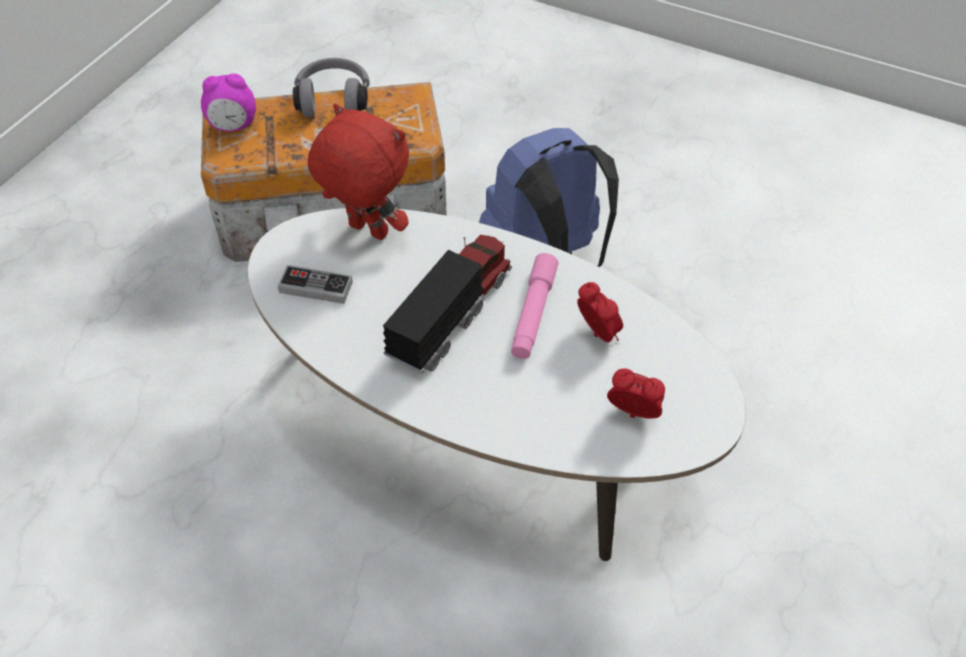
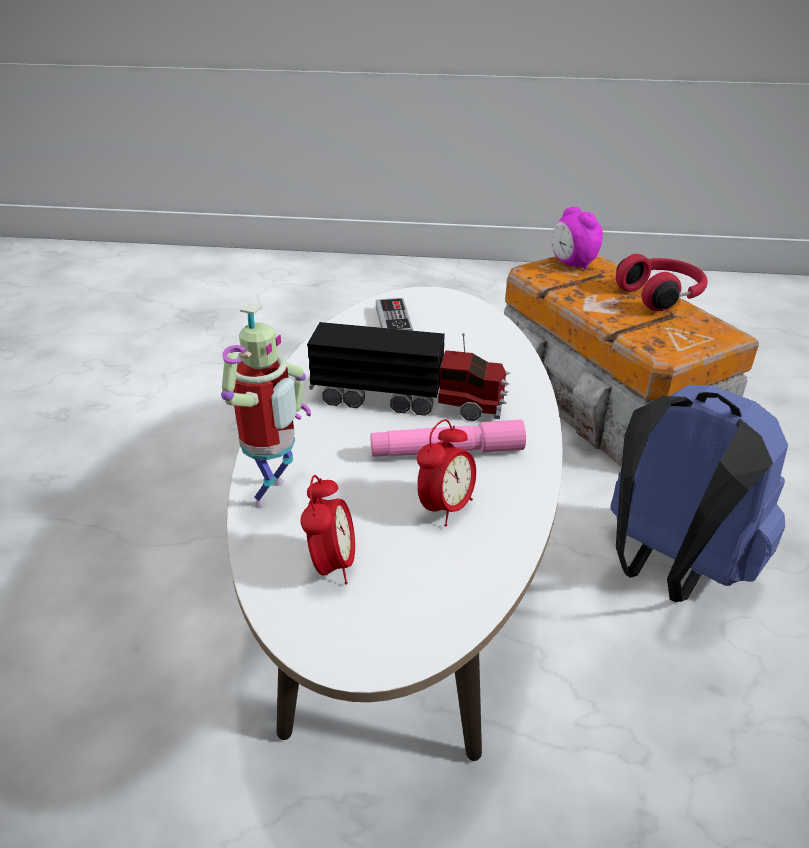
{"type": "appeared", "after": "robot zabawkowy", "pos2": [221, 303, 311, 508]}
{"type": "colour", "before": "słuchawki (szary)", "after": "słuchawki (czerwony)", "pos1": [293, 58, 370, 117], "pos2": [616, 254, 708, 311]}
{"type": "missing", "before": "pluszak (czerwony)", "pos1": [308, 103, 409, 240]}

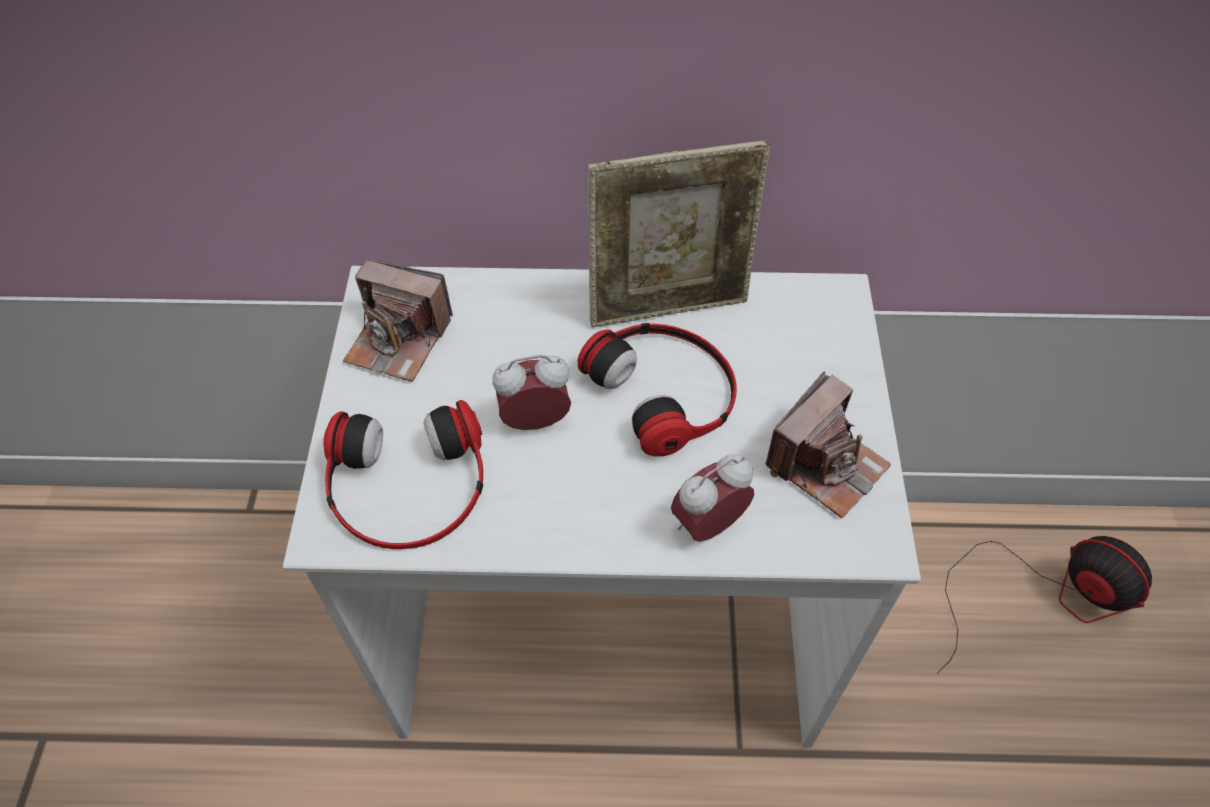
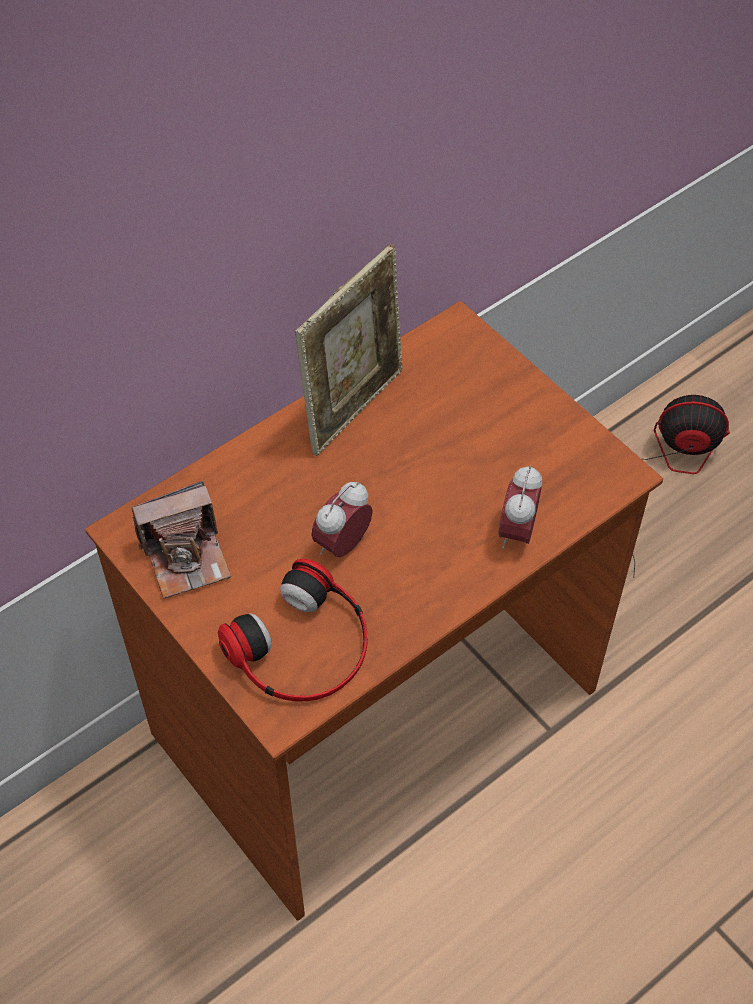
{"type": "colour", "before": "biurko (biały)", "after": "biurko (brązowy)", "pos1": [283, 266, 921, 748], "pos2": [85, 301, 663, 921]}
{"type": "missing", "before": "słuchawki", "pos1": [578, 323, 737, 457]}
{"type": "missing", "before": "aparat fotograficzny", "pos1": [765, 371, 891, 518]}

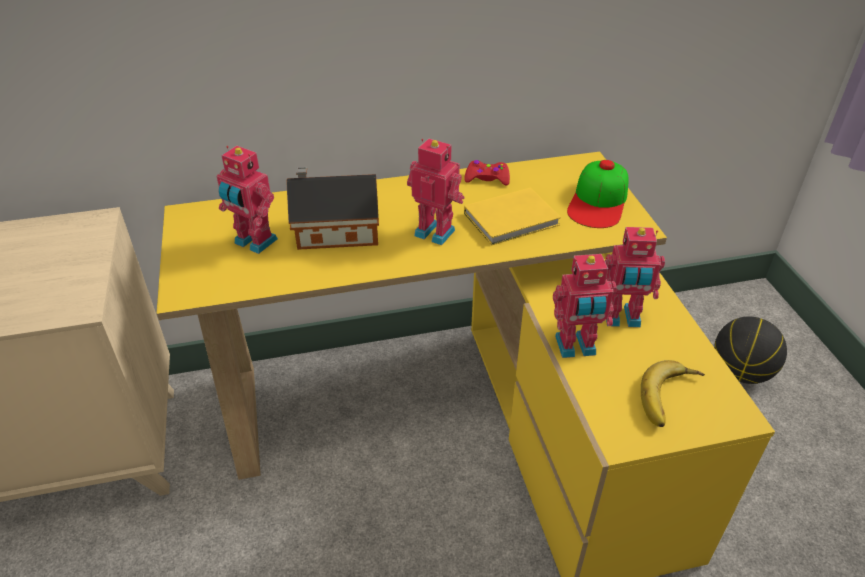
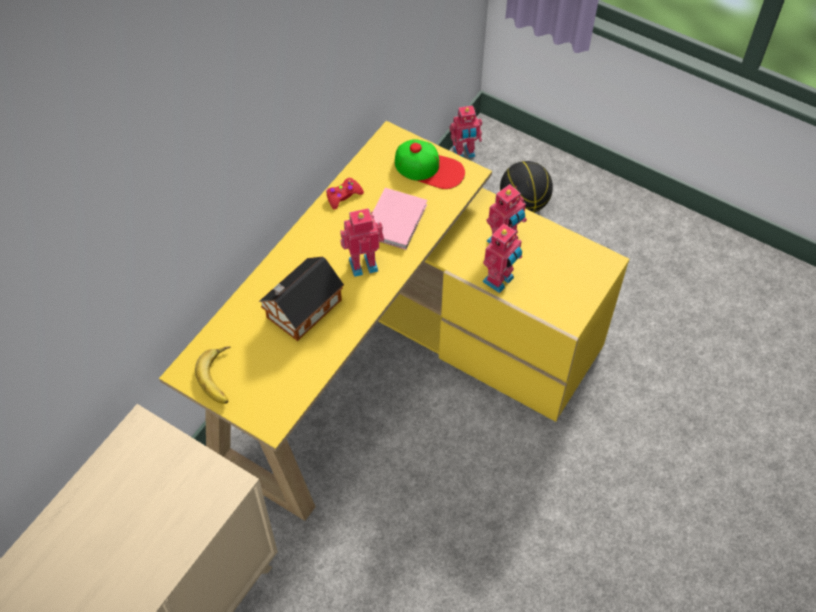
{"type": "relocated", "before": "banan", "pos1": [641, 360, 705, 427], "pos2": [195, 346, 230, 404]}
{"type": "colour", "before": "książka (żółty)", "after": "książka (różowy)", "pos1": [464, 187, 561, 246], "pos2": [371, 188, 427, 250]}
{"type": "spun", "before": "czapka z daszkiem", "pos1": [567, 160, 629, 228], "pos2": [395, 139, 465, 189], "turn": -45}
{"type": "relocated", "before": "robot zabawkowy", "pos1": [217, 146, 278, 254], "pos2": [450, 105, 482, 158]}

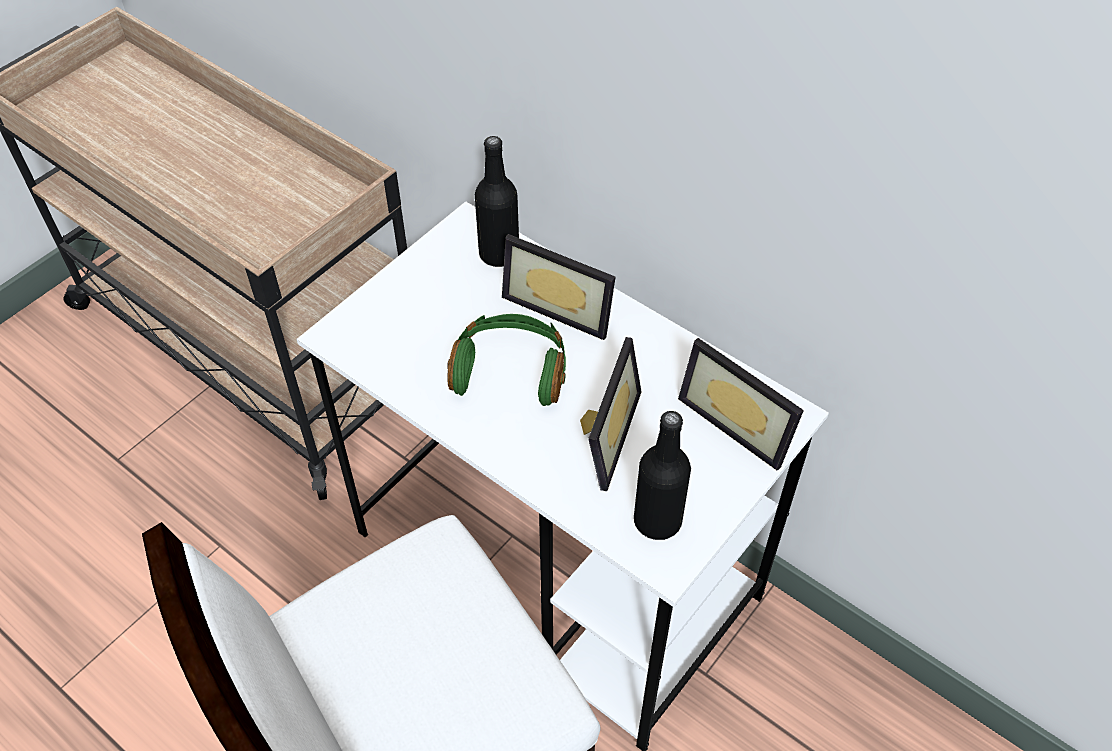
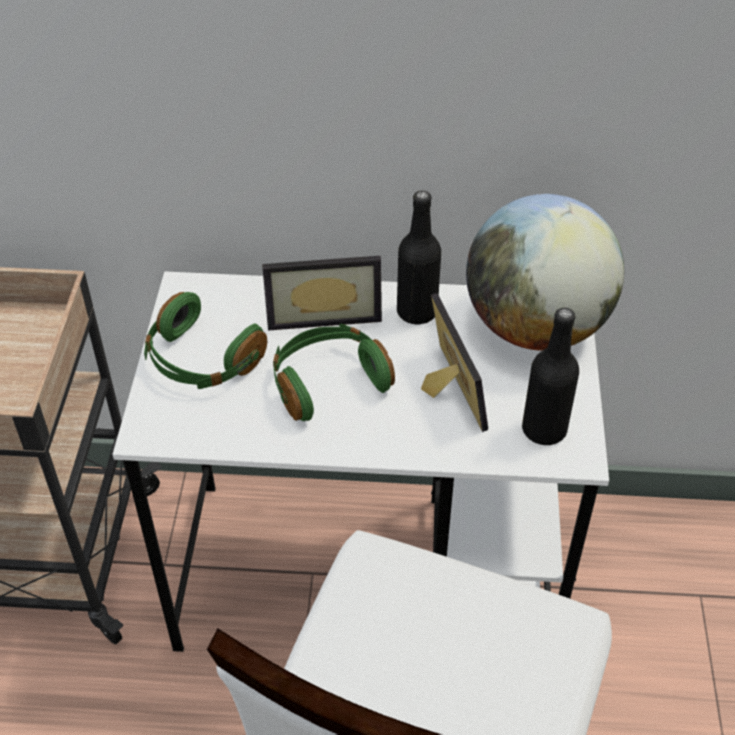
{"type": "appeared", "after": "słuchawki (zielony)", "pos2": [144, 292, 267, 389]}
{"type": "relocated", "before": "butelka (czarny)", "pos1": [475, 136, 519, 267], "pos2": [397, 190, 441, 325]}
{"type": "exchanged", "before": "ramka na zdjęcie", "after": "globus", "pos1": [678, 338, 804, 470], "pos2": [466, 194, 624, 351]}

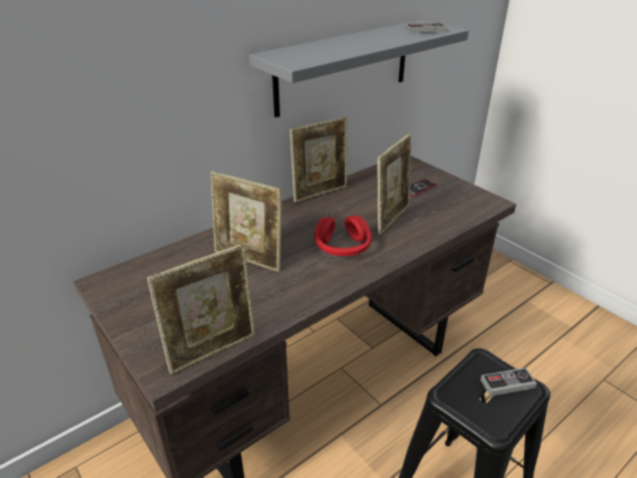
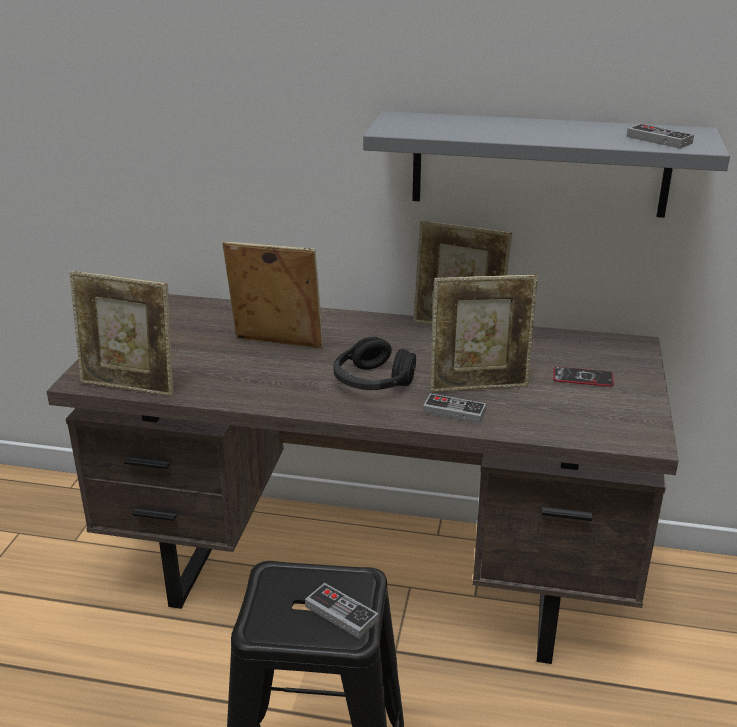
{"type": "spun", "before": "ramka na zdjęcie", "pos1": [211, 171, 282, 272], "pos2": [223, 242, 323, 349], "turn": 120}
{"type": "colour", "before": "słuchawki (czerwony)", "after": "słuchawki (czarny)", "pos1": [314, 216, 372, 256], "pos2": [333, 337, 416, 390]}
{"type": "appeared", "after": "pad do gier", "pos2": [423, 393, 486, 424]}

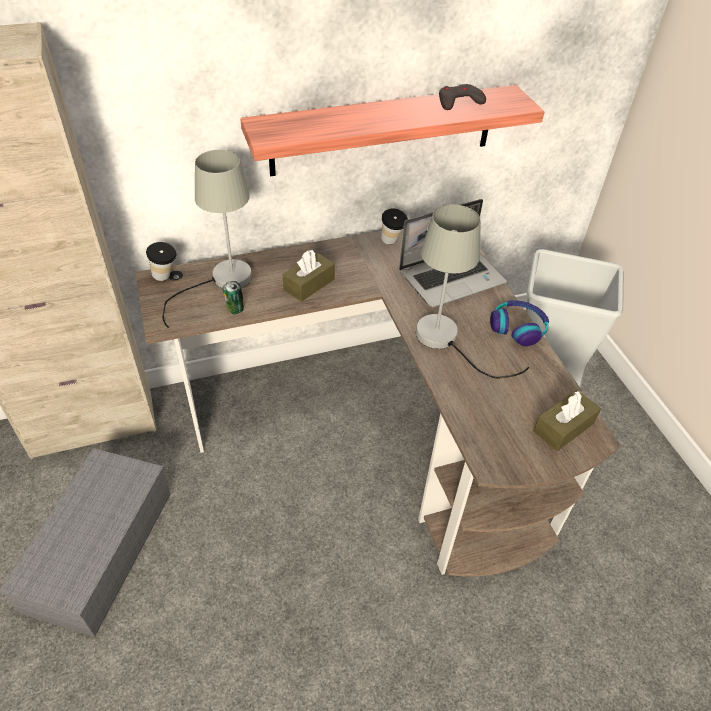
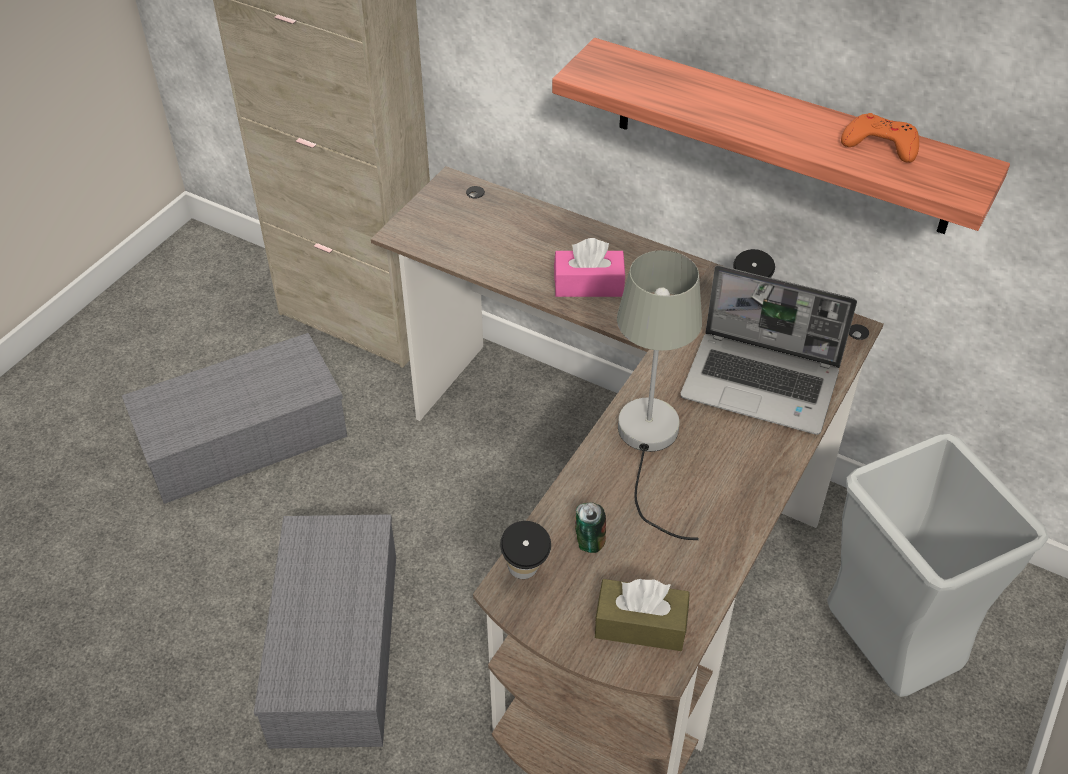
{"type": "appeared", "after": "pojemnik do przechowywania (szary)", "pos2": [254, 514, 396, 749]}
{"type": "relocated", "before": "filiżanka", "pos1": [146, 242, 177, 281], "pos2": [500, 521, 551, 579]}
{"type": "colour", "before": "pudełko chusteczek (brązowy)", "after": "pudełko chusteczek (różowy)", "pos1": [283, 250, 335, 302], "pos2": [554, 238, 625, 297]}
{"type": "relocated", "before": "puszka", "pos1": [222, 281, 244, 314], "pos2": [575, 502, 606, 553]}
{"type": "colour", "before": "pad do gier (szary)", "after": "pad do gier (pomarańczowy)", "pos1": [439, 84, 486, 110], "pos2": [841, 113, 919, 163]}
{"type": "missing", "before": "lampa stołowa (szary)", "pos1": [162, 150, 252, 328]}
{"type": "missing", "before": "słuchawki", "pos1": [490, 300, 549, 346]}

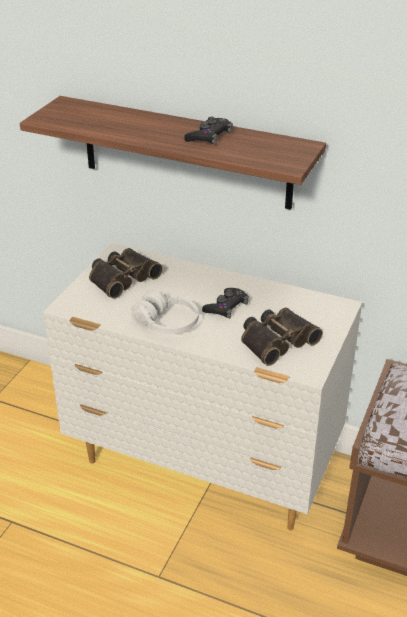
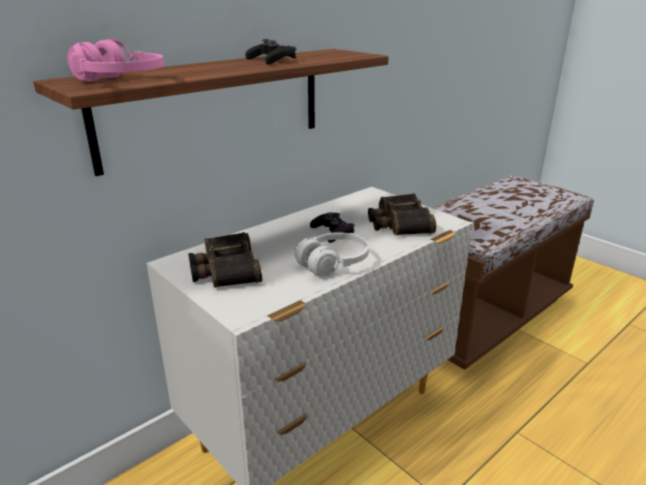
{"type": "appeared", "after": "słuchawki (różowy)", "pos2": [67, 39, 164, 82]}

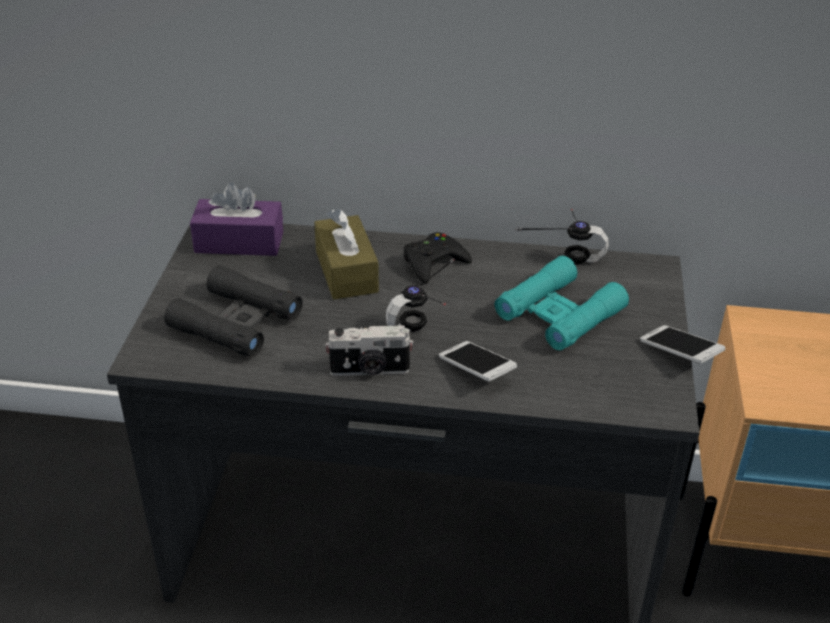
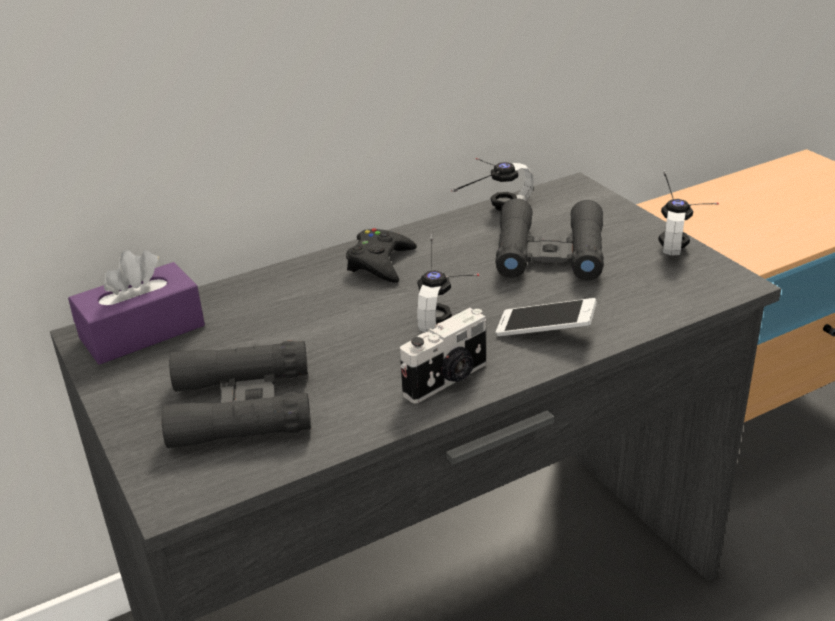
{"type": "colour", "before": "lornetka (turkusowy)", "after": "lornetka (czarny)", "pos1": [495, 256, 629, 350], "pos2": [495, 198, 604, 281]}
{"type": "exchanged", "before": "telefon", "after": "słuchawki", "pos1": [640, 325, 725, 364], "pos2": [658, 170, 719, 256]}
{"type": "missing", "before": "pudełko chusteczek (brązowy)", "pos1": [314, 209, 379, 299]}

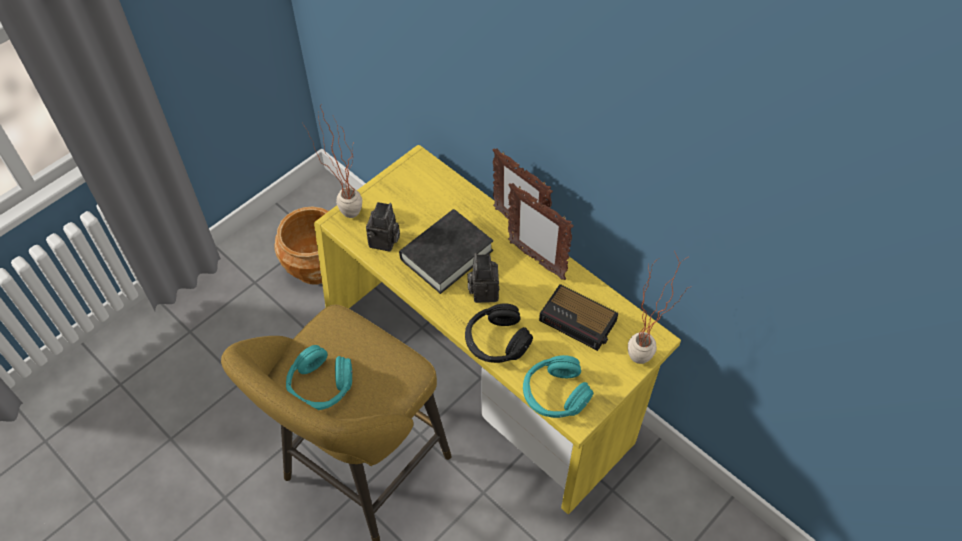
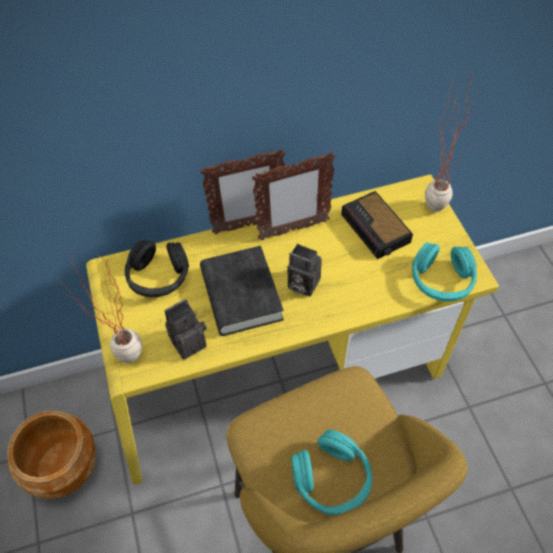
{"type": "relocated", "before": "słuchawki (czarny)", "pos1": [465, 303, 533, 363], "pos2": [125, 240, 189, 297]}
{"type": "spun", "before": "aparat fotograficzny", "pos1": [366, 202, 400, 251], "pos2": [165, 299, 207, 360], "turn": -75}
{"type": "spun", "before": "budzik", "pos1": [539, 284, 618, 351], "pos2": [341, 191, 413, 259], "turn": 90}

